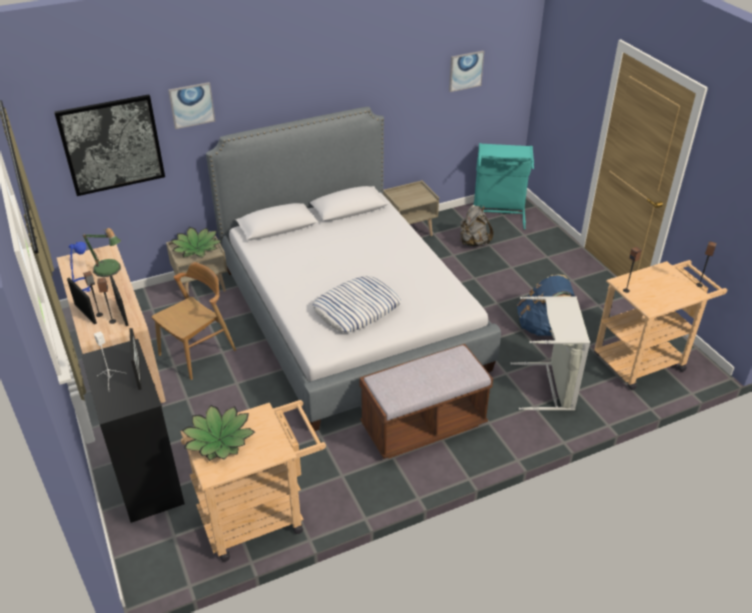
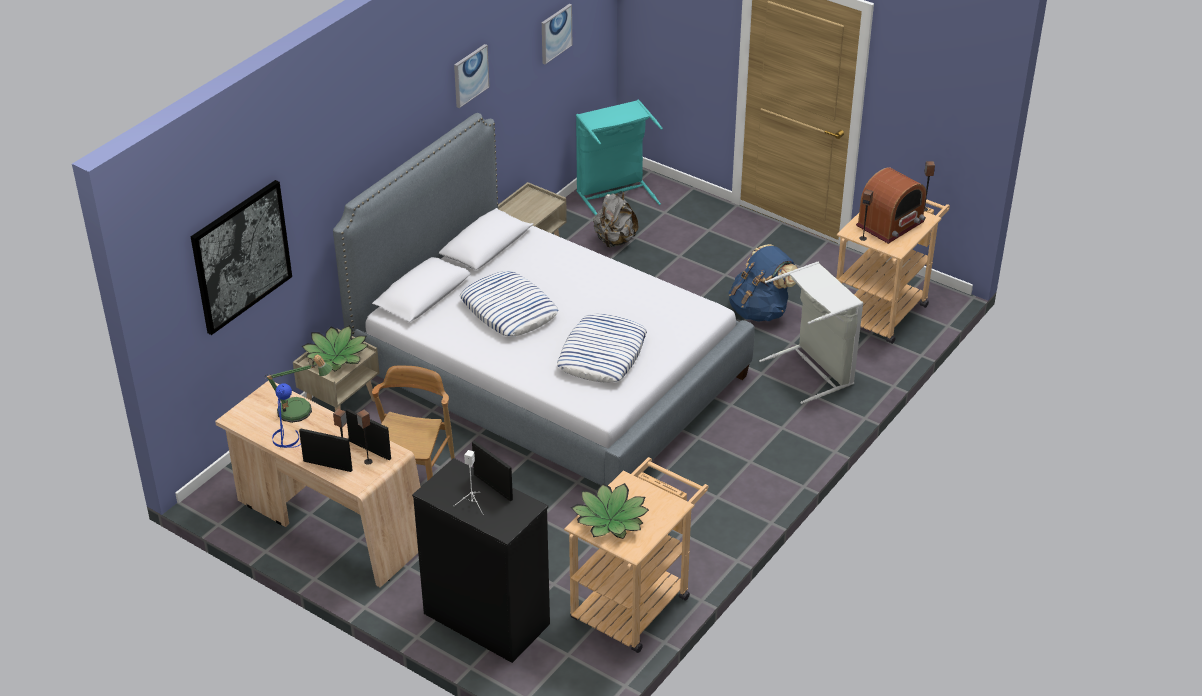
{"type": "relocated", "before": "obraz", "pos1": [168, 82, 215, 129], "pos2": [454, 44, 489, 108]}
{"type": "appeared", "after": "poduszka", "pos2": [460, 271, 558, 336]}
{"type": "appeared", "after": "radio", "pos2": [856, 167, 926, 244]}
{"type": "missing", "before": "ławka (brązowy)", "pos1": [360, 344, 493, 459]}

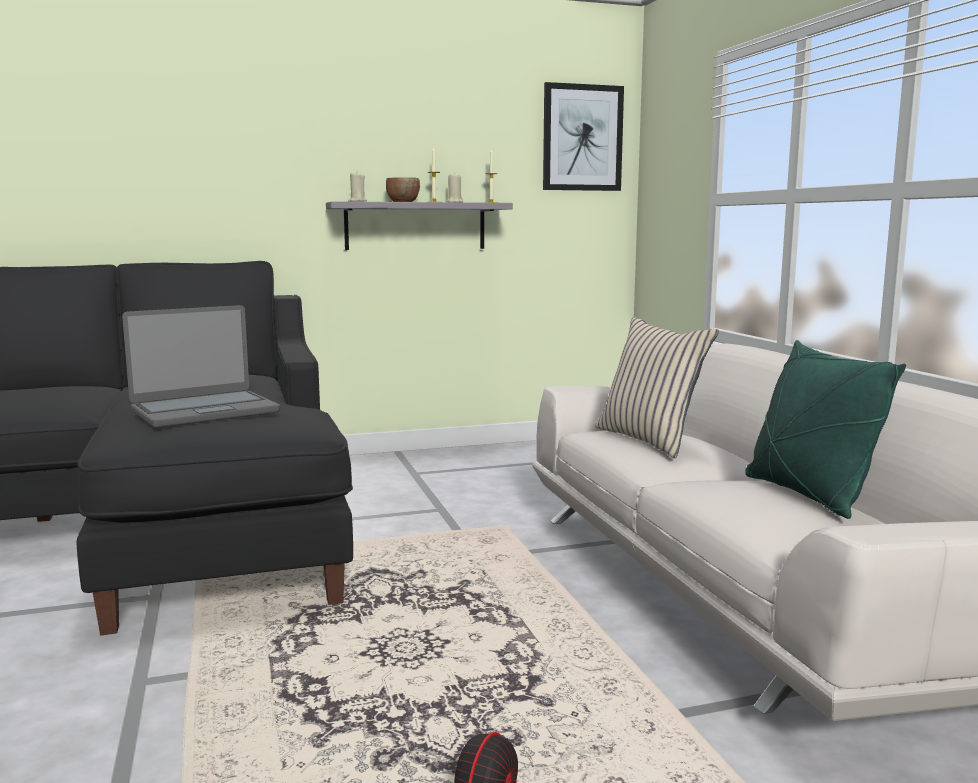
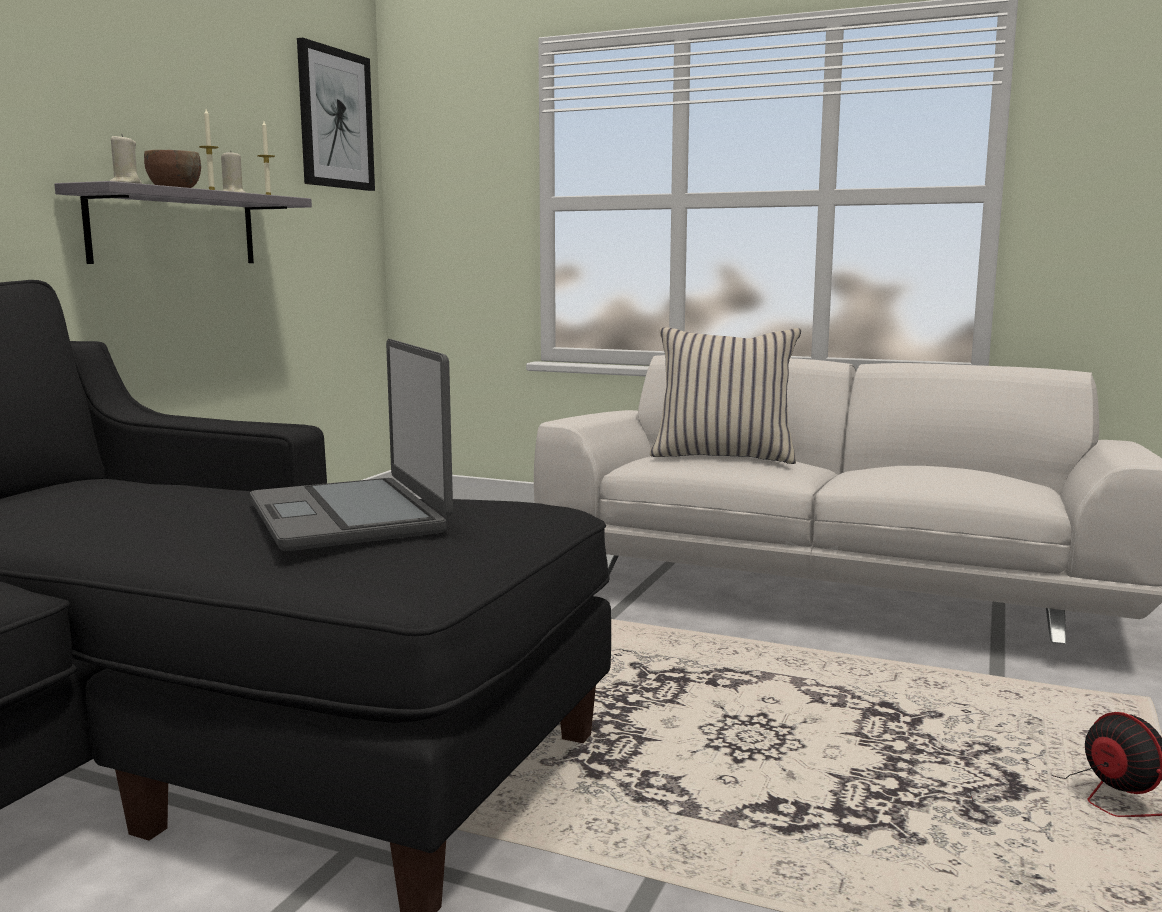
{"type": "spun", "before": "laptop", "pos1": [122, 305, 280, 428], "pos2": [250, 339, 453, 551], "turn": 150}
{"type": "missing", "before": "poduszka (zielony)", "pos1": [745, 340, 906, 519]}

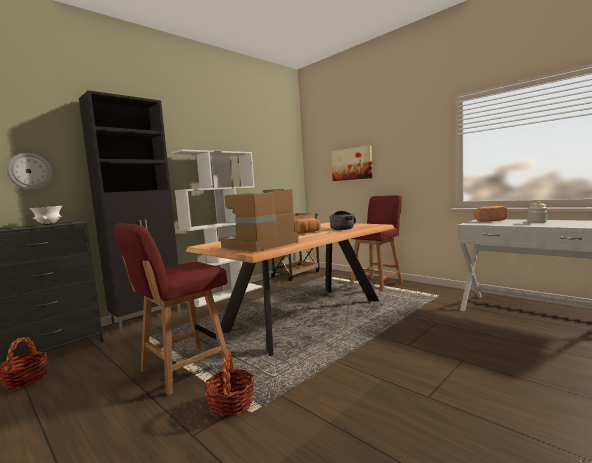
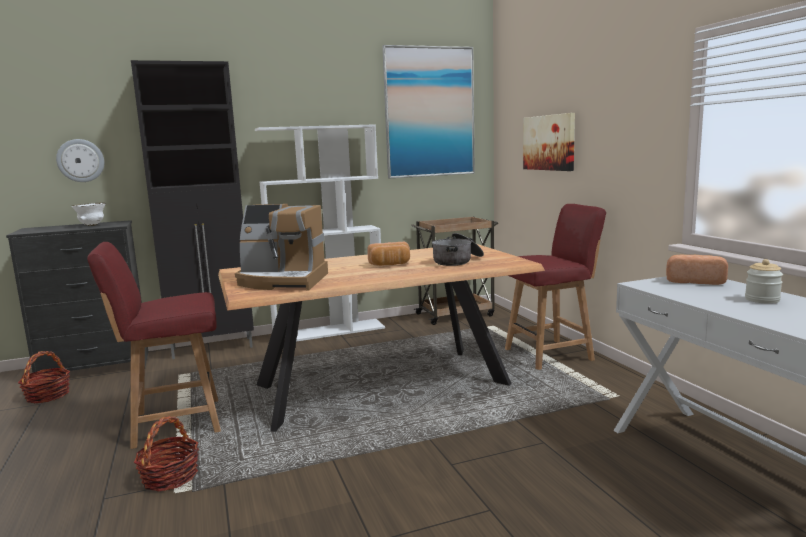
{"type": "spun", "before": "ekspres do kawy", "pos1": [219, 189, 299, 252], "pos2": [235, 204, 328, 291], "turn": -150}
{"type": "appeared", "after": "obraz", "pos2": [382, 45, 475, 178]}

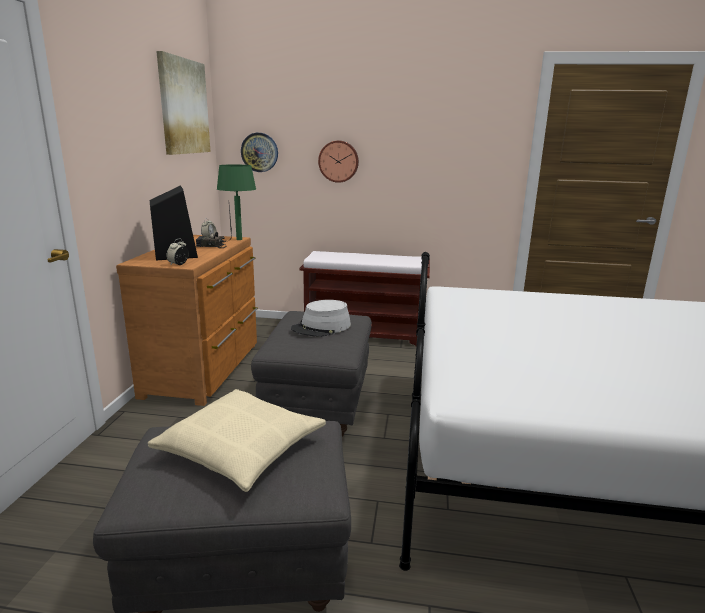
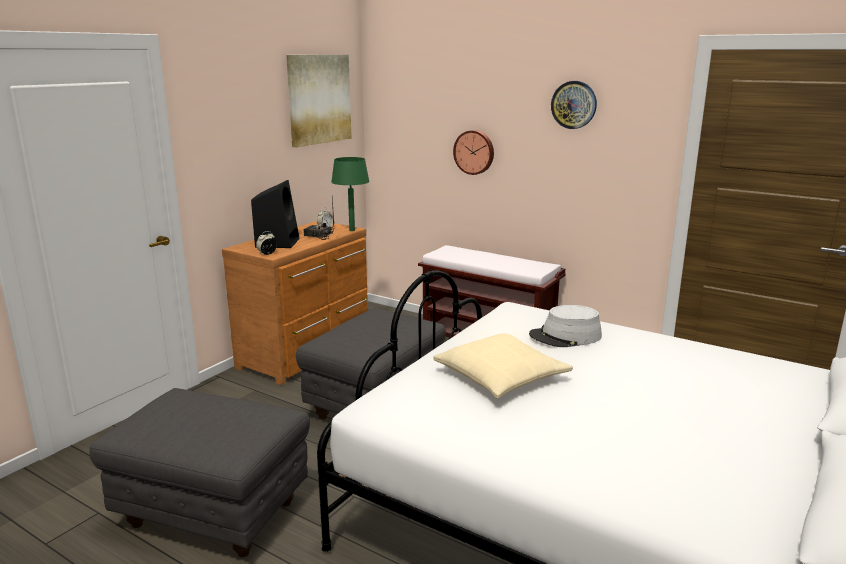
{"type": "relocated", "before": "poduszka (beżowy)", "pos1": [148, 389, 326, 492], "pos2": [433, 333, 573, 398]}
{"type": "relocated", "before": "kapelusz (szary)", "pos1": [291, 300, 351, 337], "pos2": [529, 305, 602, 347]}
{"type": "relocated", "before": "zegar ścienny", "pos1": [241, 133, 278, 172], "pos2": [551, 81, 597, 129]}

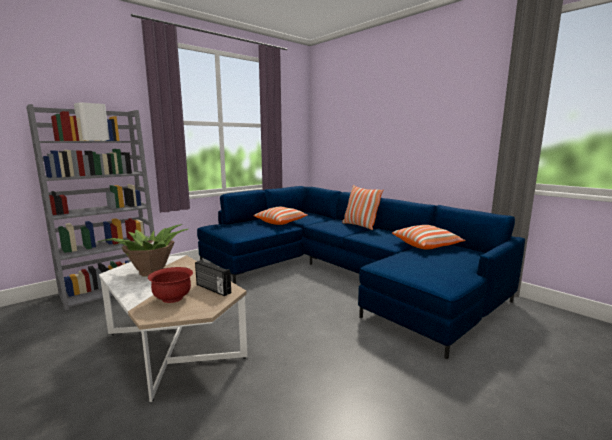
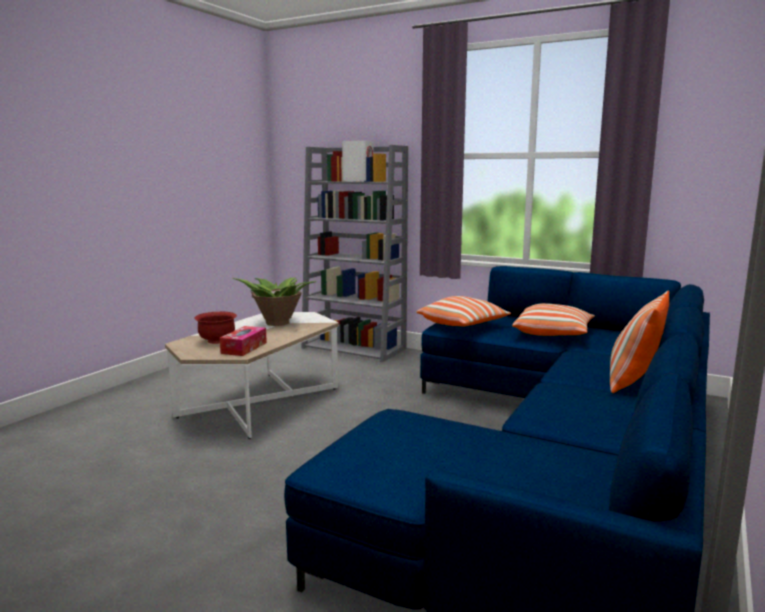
{"type": "exchanged", "before": "radio", "after": "pudełko chusteczek", "pos1": [195, 260, 231, 296], "pos2": [220, 326, 267, 356]}
{"type": "relocated", "before": "poduszka", "pos1": [392, 225, 466, 249], "pos2": [416, 296, 511, 326]}

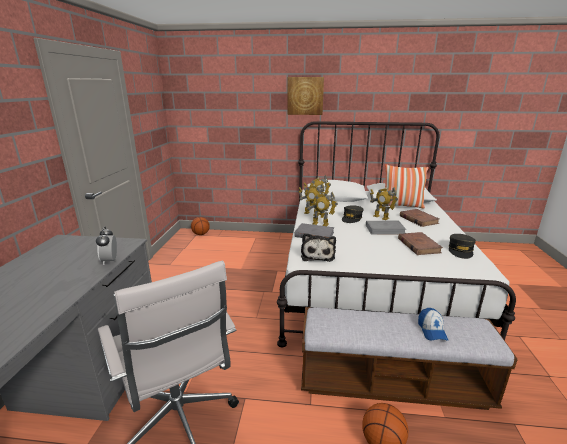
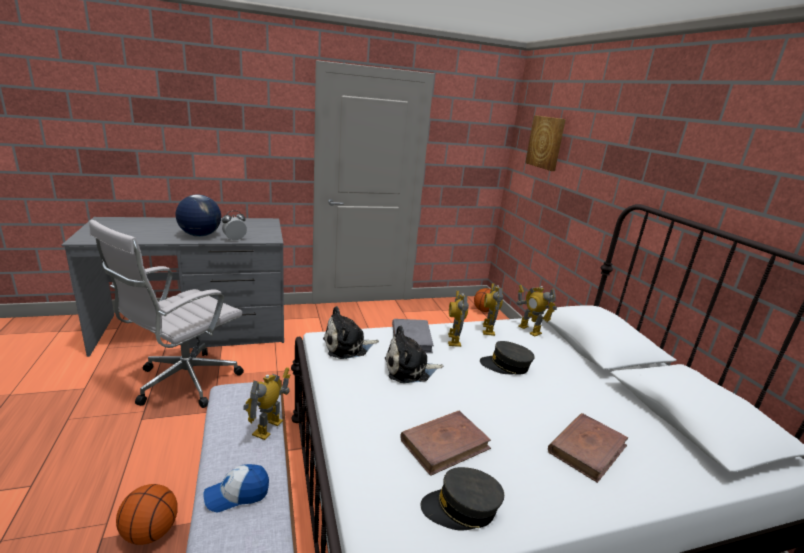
{"type": "appeared", "after": "globus", "pos2": [176, 194, 221, 237]}
{"type": "relocated", "before": "robot zabawkowy", "pos1": [370, 187, 398, 220], "pos2": [243, 367, 290, 440]}
{"type": "appeared", "after": "pluszak", "pos2": [385, 326, 443, 383]}
{"type": "relocated", "before": "obraz", "pos1": [287, 77, 324, 115], "pos2": [525, 115, 566, 171]}
{"type": "missing", "before": "książka (szary)", "pos1": [366, 221, 406, 235]}
{"type": "missing", "before": "poduszka", "pos1": [385, 164, 429, 209]}

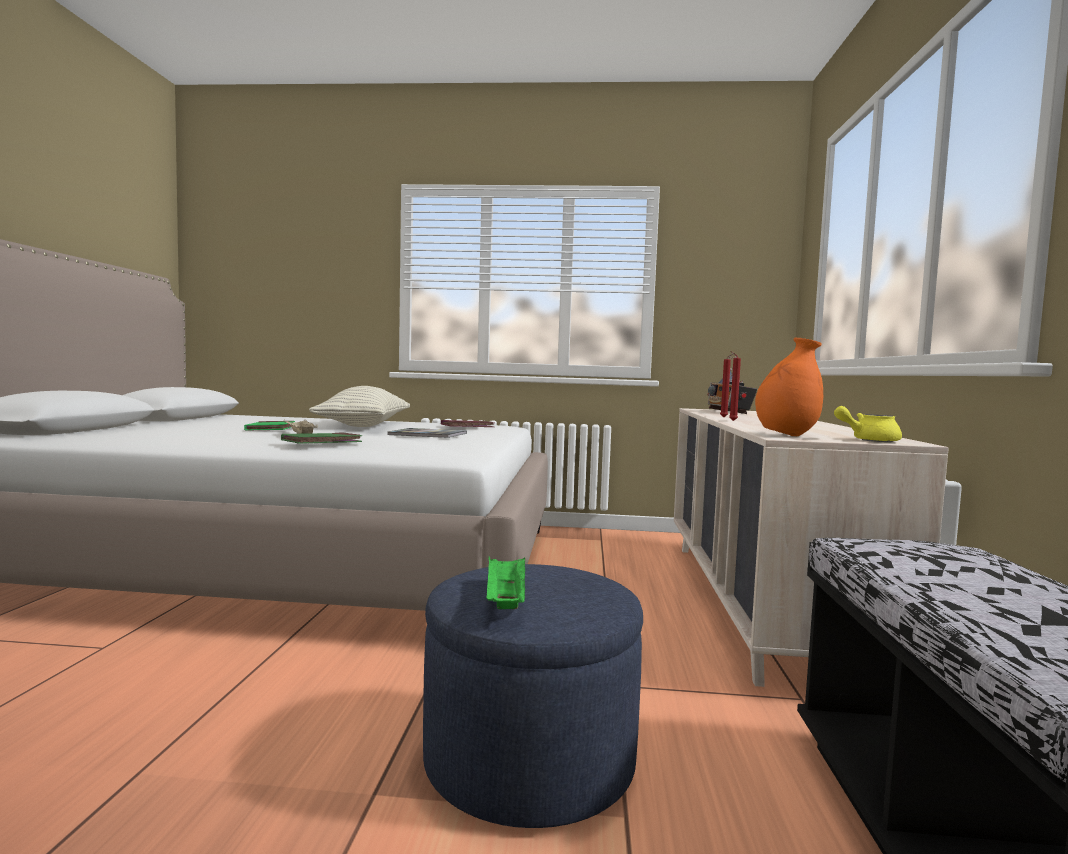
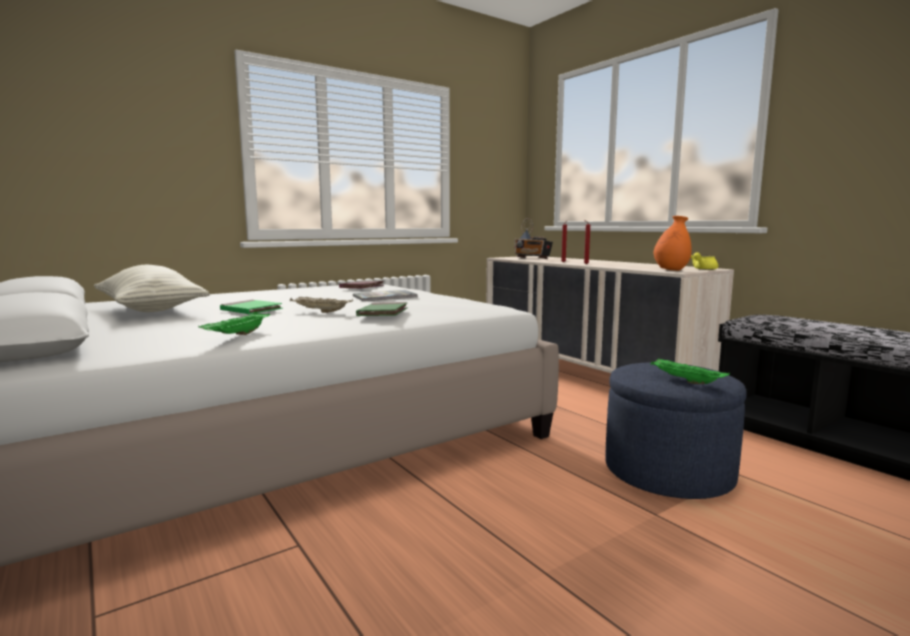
{"type": "relocated", "before": "poduszka", "pos1": [309, 386, 410, 427], "pos2": [94, 265, 210, 312]}
{"type": "appeared", "after": "taca (zielony)", "pos2": [199, 311, 270, 335]}

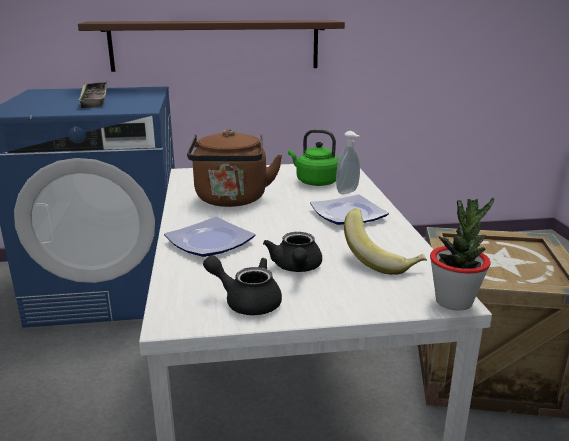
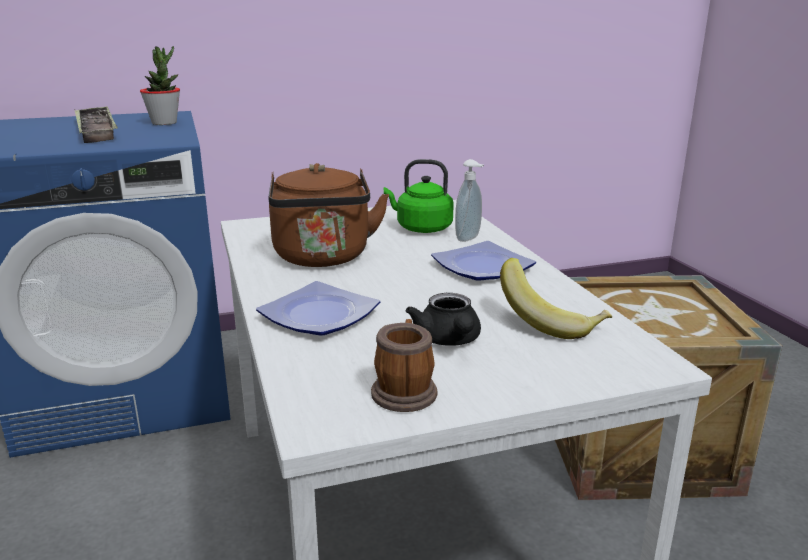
{"type": "relocated", "before": "roślina doniczkowa", "pos1": [430, 197, 494, 311], "pos2": [140, 46, 180, 125]}
{"type": "exchanged", "before": "imbryk (czarny)", "after": "kubek", "pos1": [203, 255, 282, 315], "pos2": [371, 319, 438, 412]}
{"type": "missing", "before": "półka (brązowy)", "pos1": [78, 20, 345, 72]}

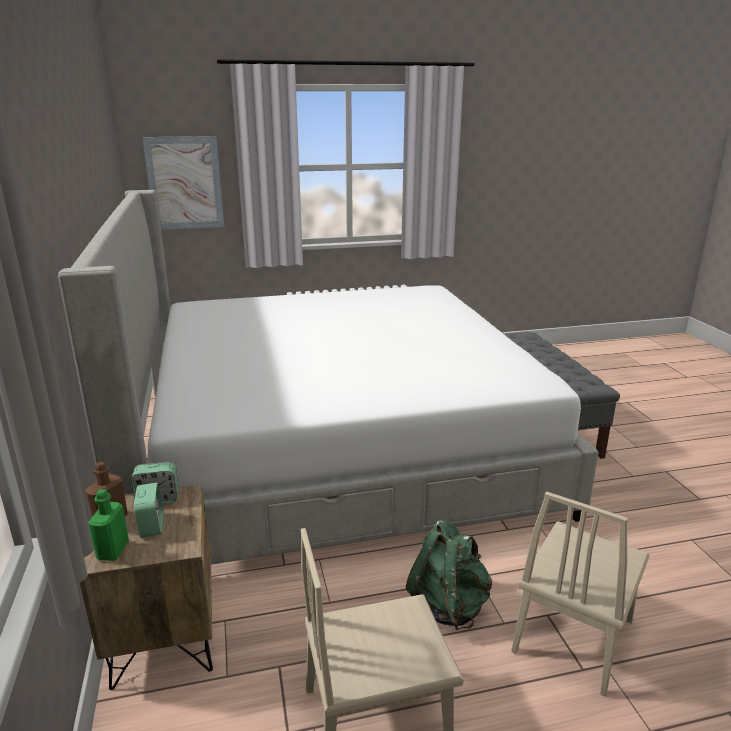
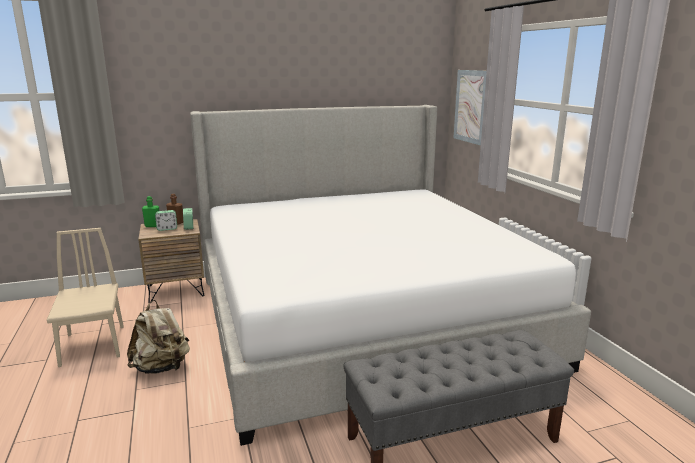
{"type": "colour", "before": "plecak (zielony)", "after": "plecak (beżowy)", "pos1": [406, 520, 492, 630], "pos2": [127, 300, 190, 374]}
{"type": "missing", "before": "krzesło (beżowy)", "pos1": [511, 492, 650, 696]}

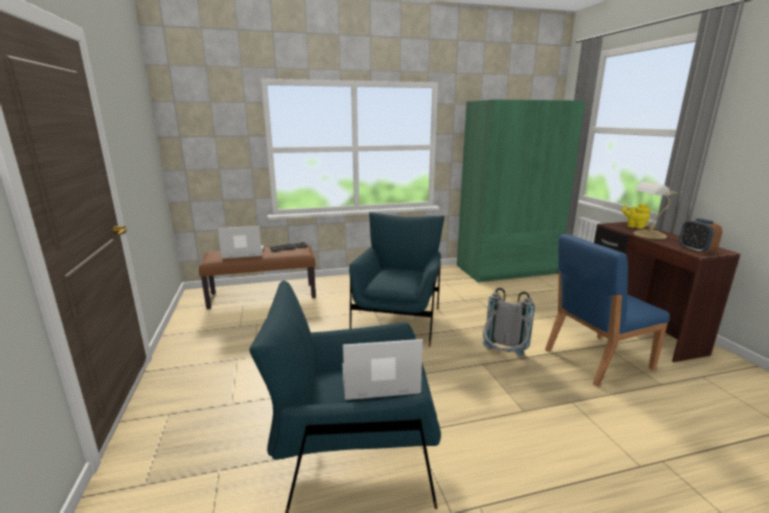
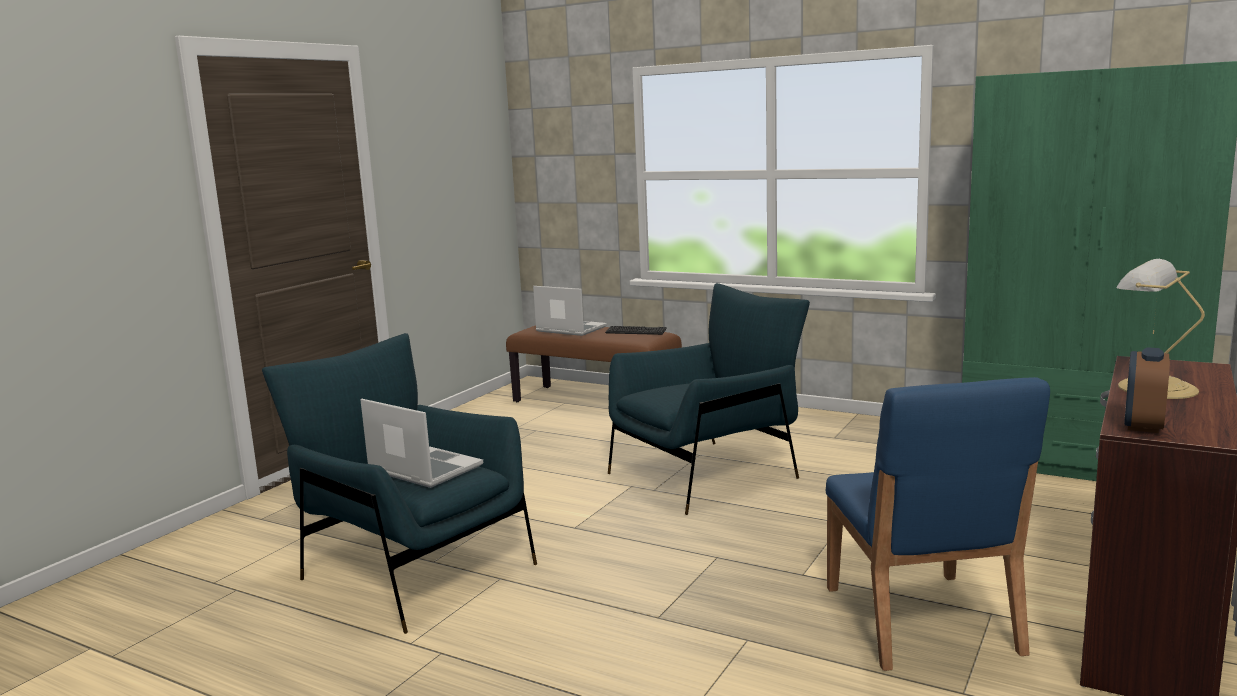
{"type": "spun", "before": "krzesło (niebieski)", "pos1": [545, 234, 670, 387], "pos2": [826, 377, 1050, 671], "turn": -120}
{"type": "missing", "before": "plecak (szary)", "pos1": [482, 288, 535, 356]}
{"type": "missing", "before": "imbryk (żółty)", "pos1": [622, 204, 651, 229]}

